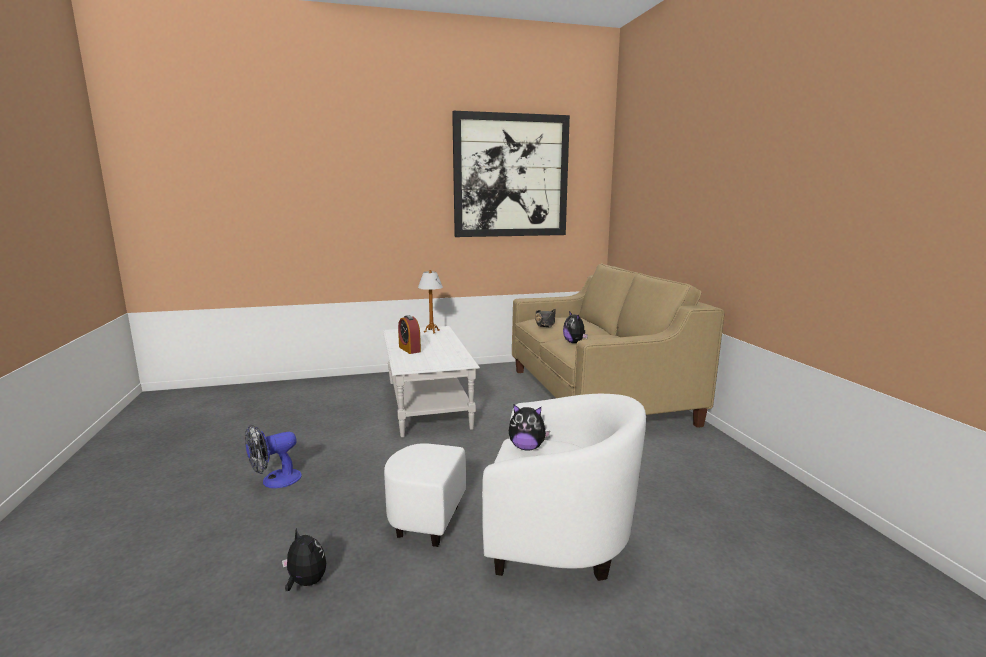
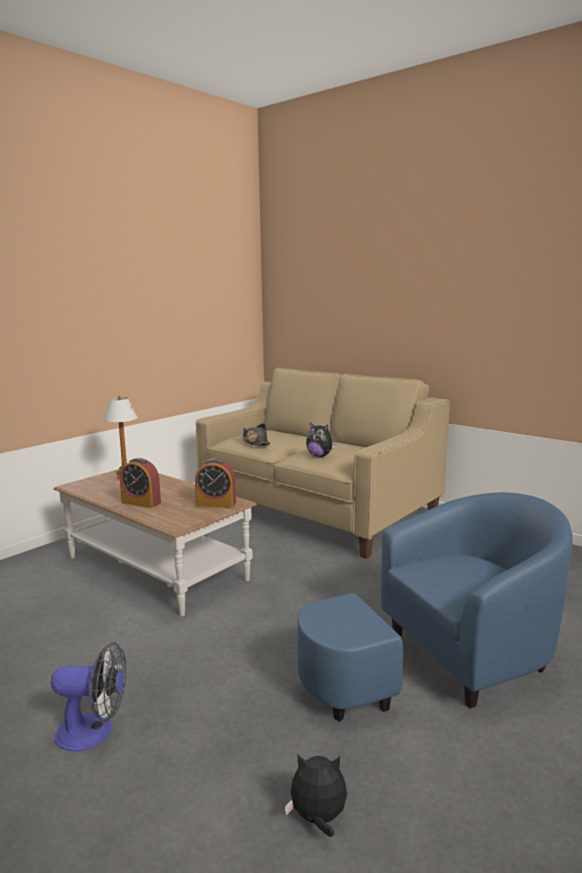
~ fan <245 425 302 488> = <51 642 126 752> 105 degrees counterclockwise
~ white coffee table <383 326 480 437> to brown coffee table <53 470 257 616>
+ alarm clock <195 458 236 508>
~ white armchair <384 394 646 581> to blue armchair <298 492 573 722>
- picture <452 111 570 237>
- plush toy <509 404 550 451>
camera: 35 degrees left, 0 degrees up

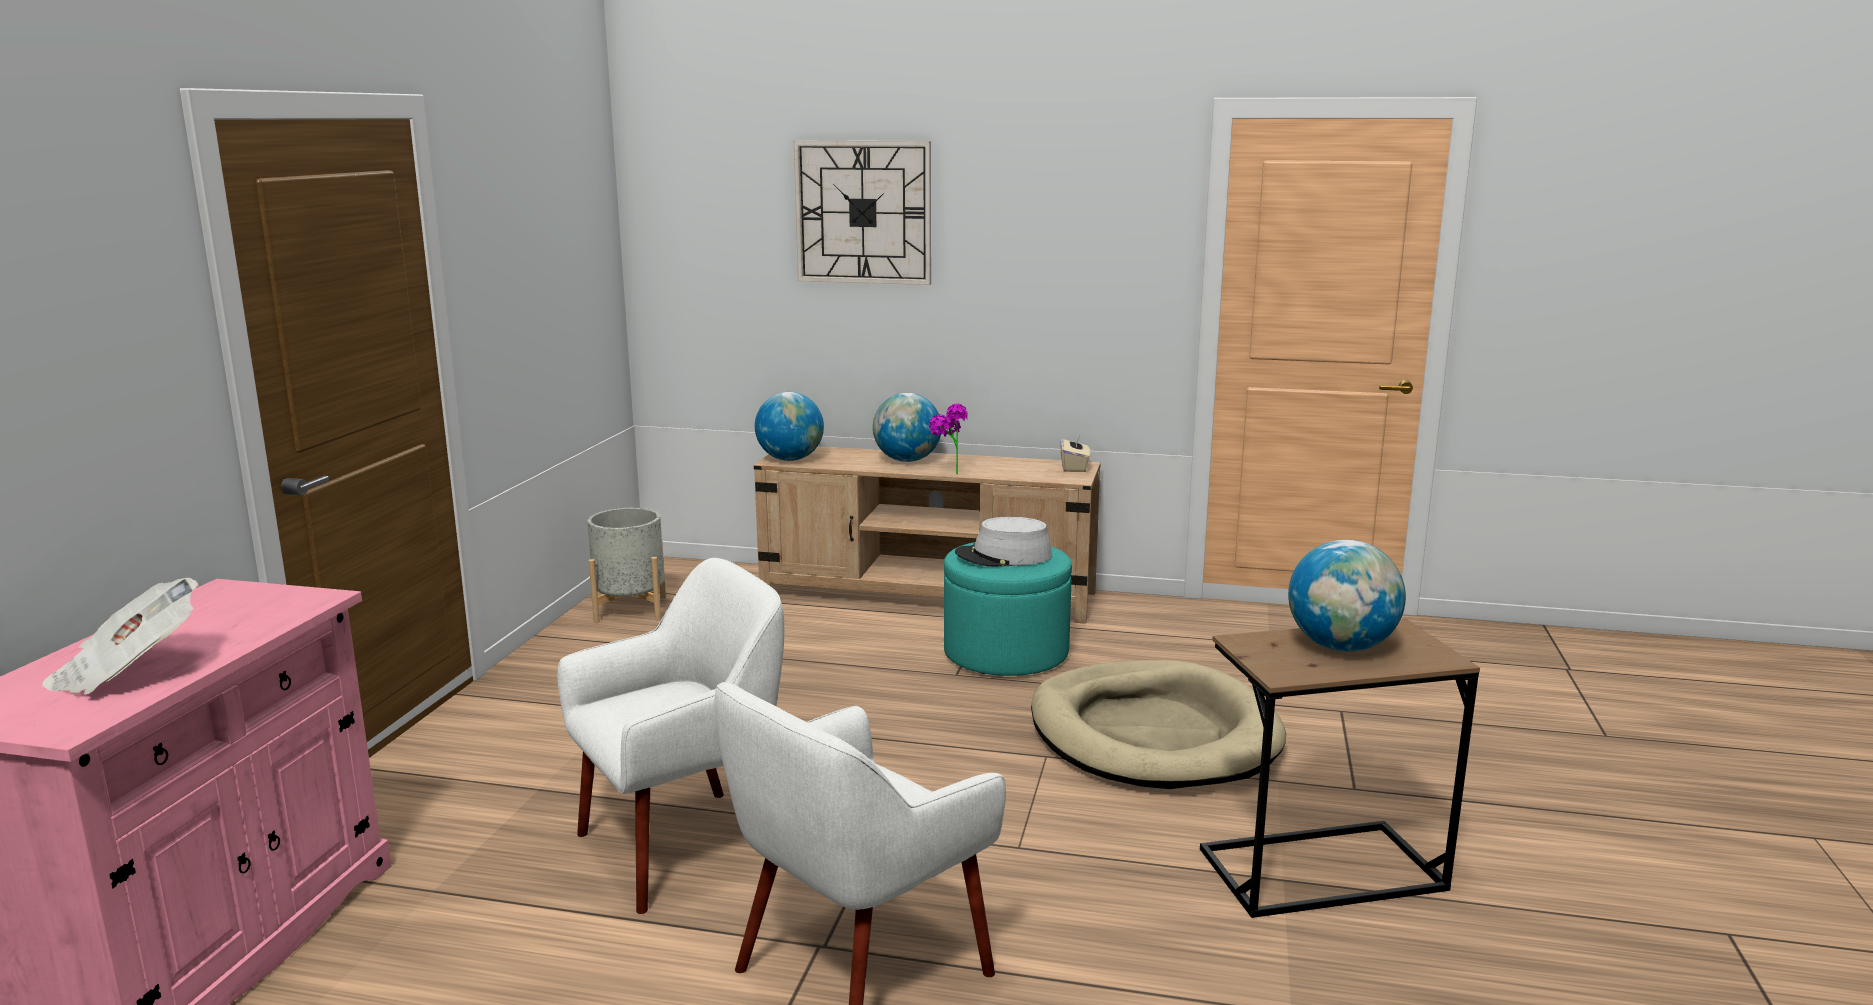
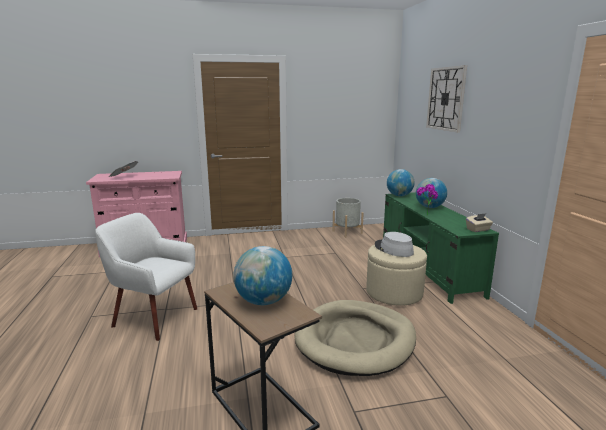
~ turquoise ottoman <944 542 1072 676> to beige ottoman <366 245 427 306>
~ beige tv stand <754 446 1101 624> to green tv stand <383 192 499 304>
- white armchair <557 558 784 914>
camera: 65 degrees right, 0 degrees up

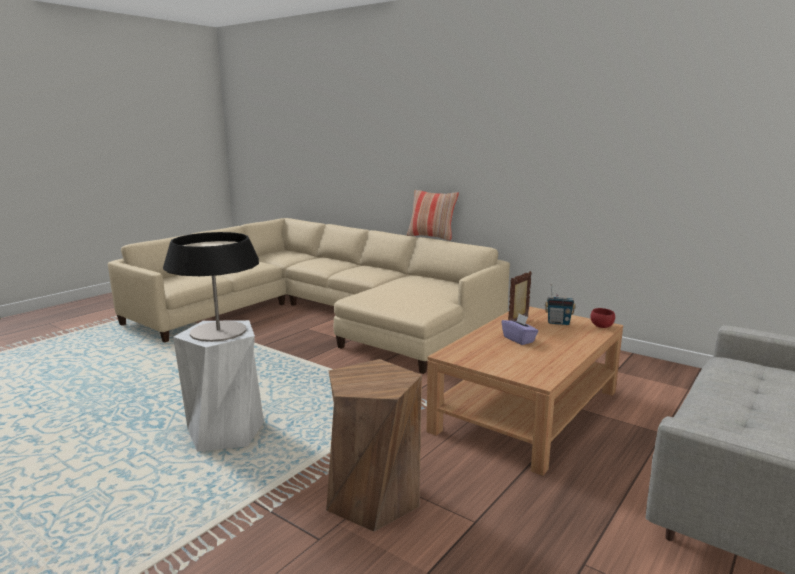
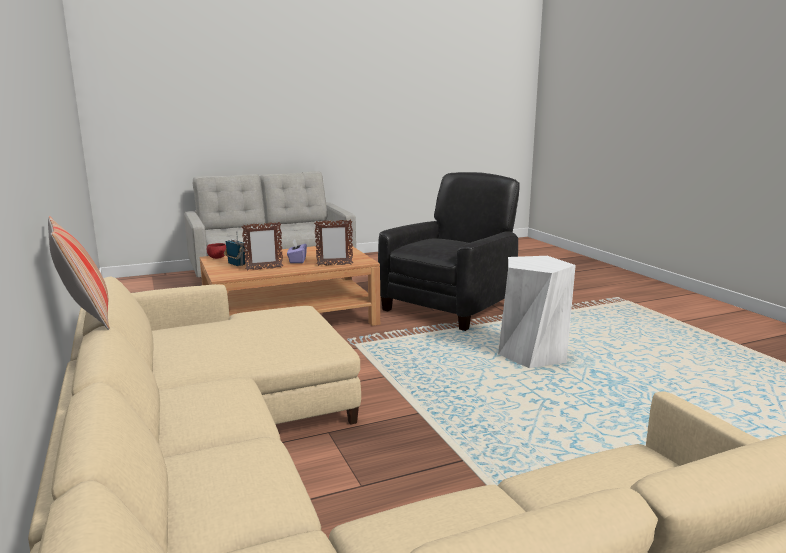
+ picture frame <314 219 353 266>
~ brown stool <326 359 422 532> to black armchair <378 172 520 331>
- table lamp <163 232 259 342>
camera: 150 degrees left, 0 degrees up

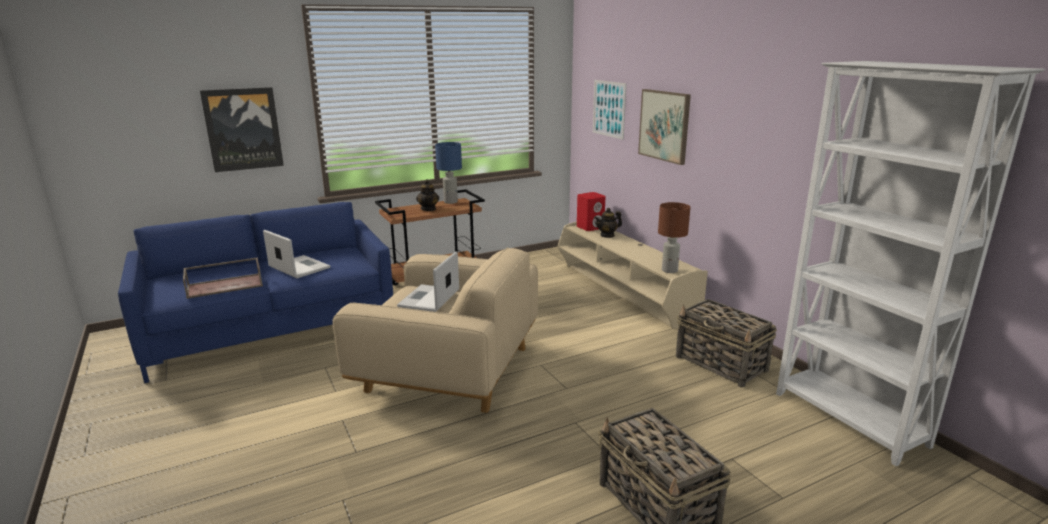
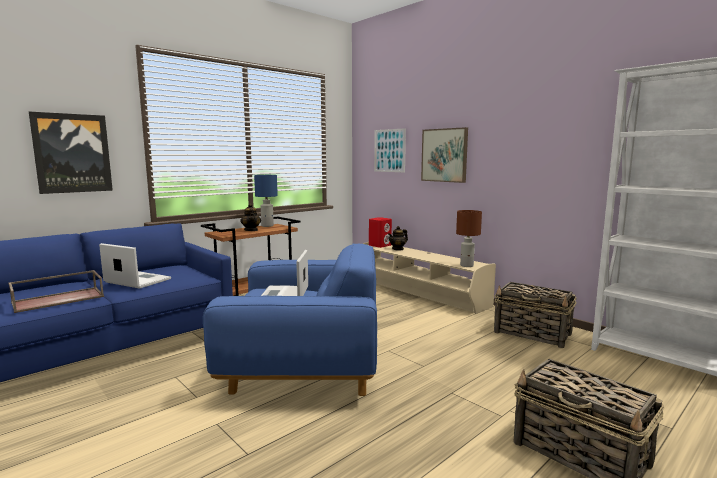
~ beige armchair <332 247 538 413> to blue armchair <203 243 377 396>
camera: 15 degrees left, 10 degrees down

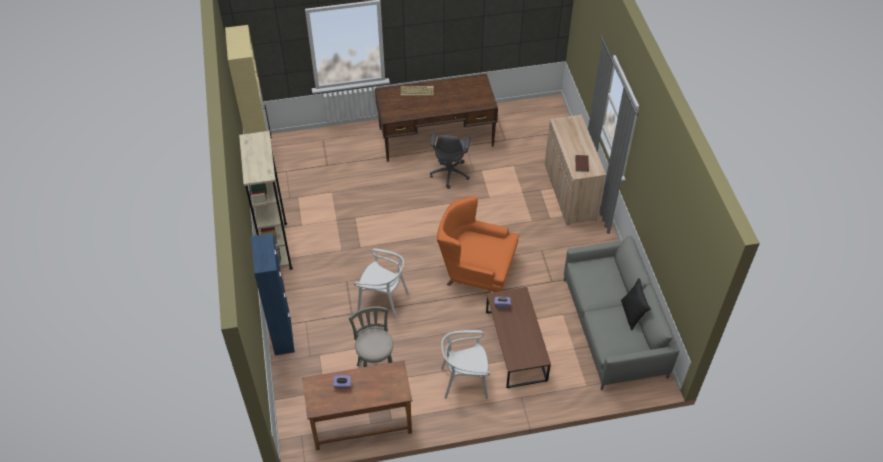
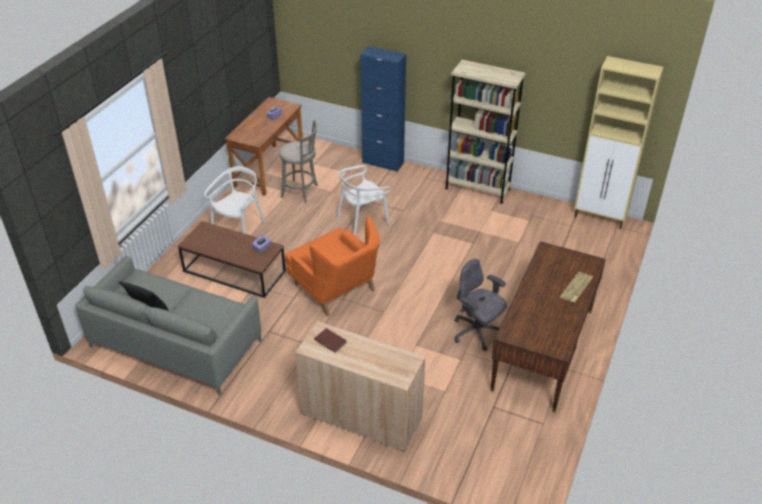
~ orange armchair <436 196 519 292> = <285 217 380 316> 90 degrees clockwise
camera: 125 degrees right, 10 degrees down

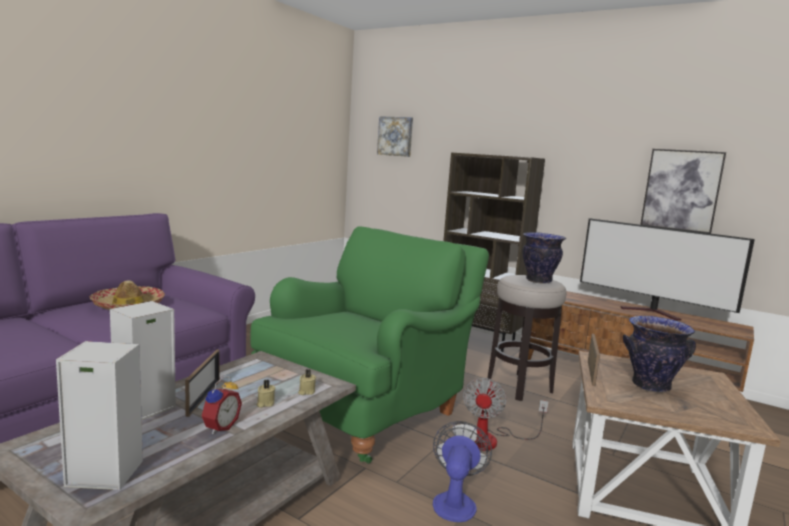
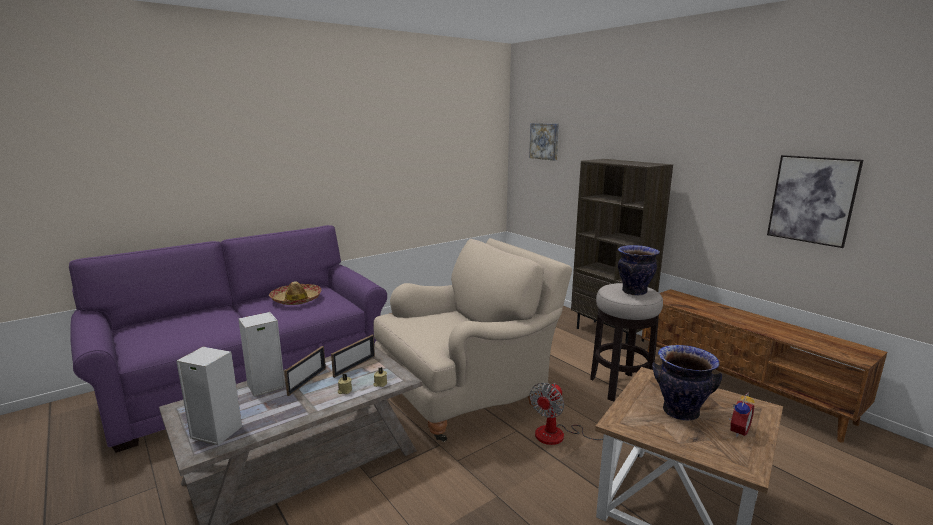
~ picture frame <588 334 600 386> to <331 335 375 378>
~ green armchair <250 226 489 464> to beige armchair <373 238 572 442>
~ alarm clock <202 376 242 434> to <729 392 755 437>
- fan <433 421 492 522>
- television <580 218 755 321>
camera: 20 degrees right, 5 degrees up

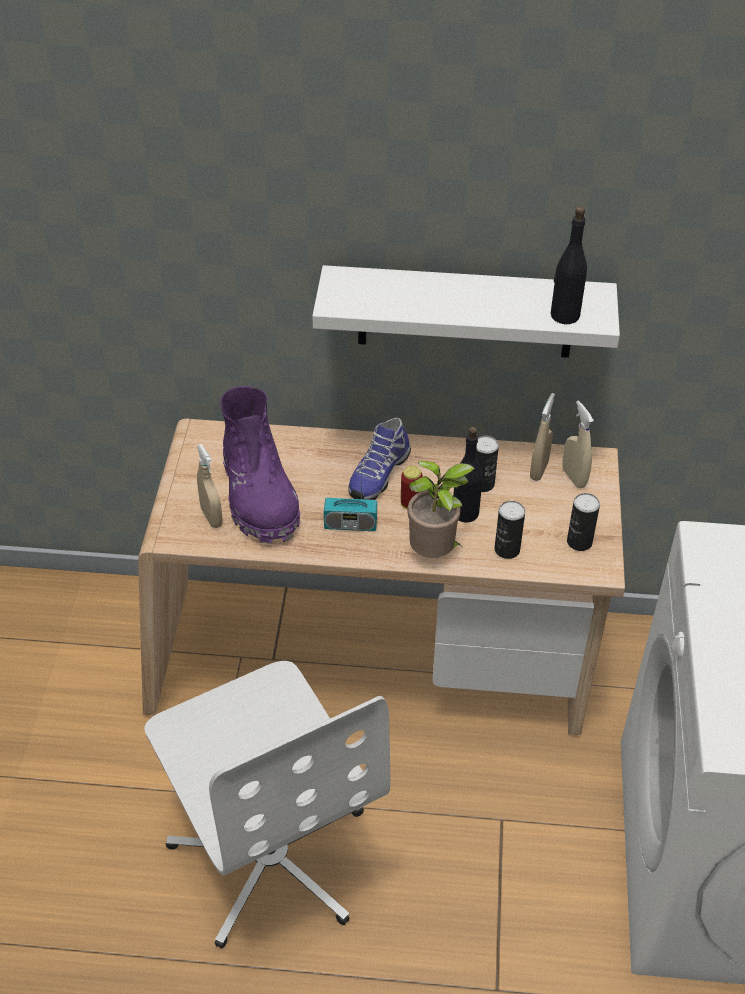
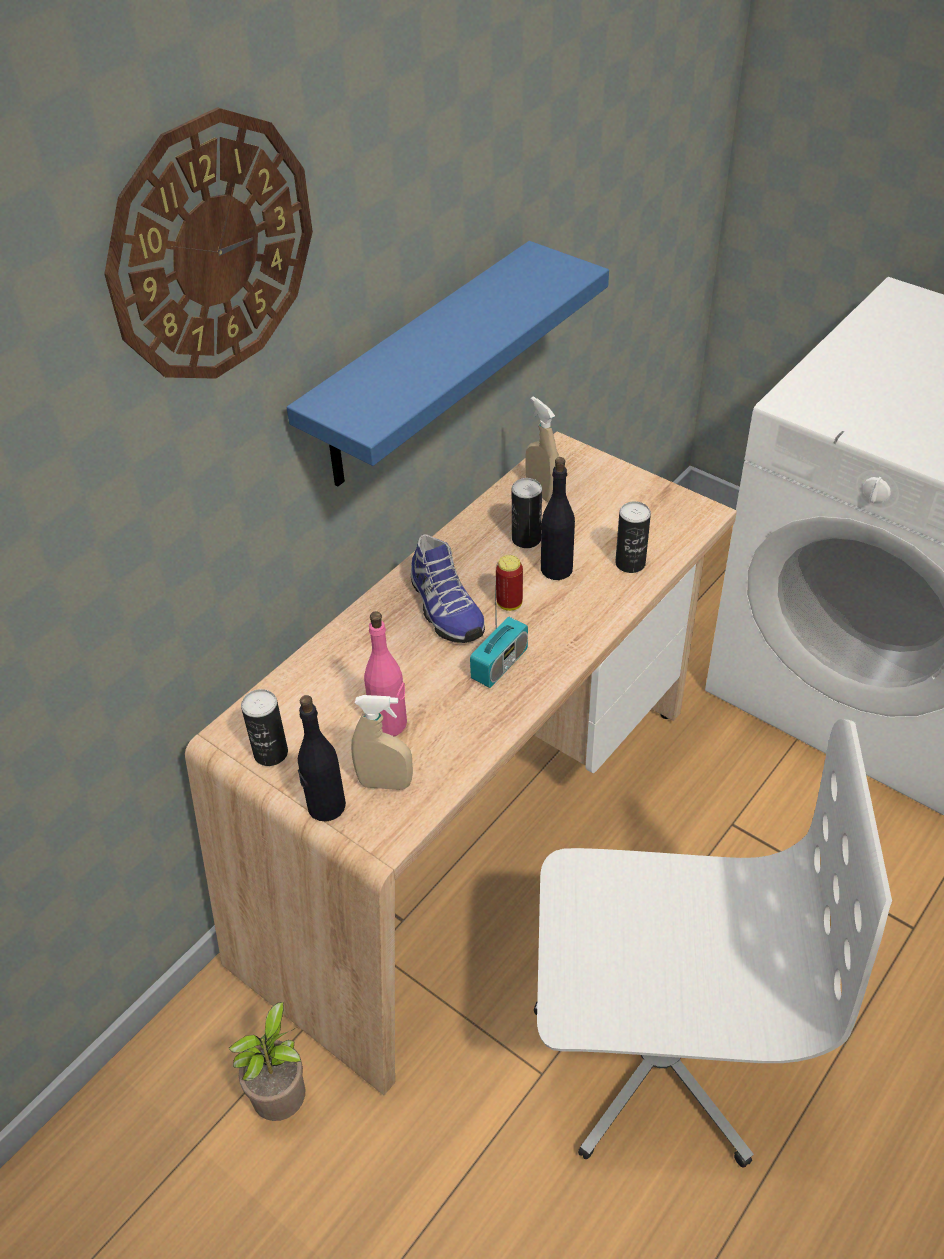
+ wall clock <104 107 313 379>
~ potted plant <407 461 475 558> to <229 1002 305 1121>
~ can <567 493 600 551> to <241 689 288 766>
~ white shelf <312 265 620 358> to blue shelf <287 241 609 487>
~ black bottle <551 207 587 324> to <298 695 346 822>
~ purple boot <220 386 300 544> to pink bottle <364 611 407 736>
- beige spray bottle <563 400 594 488>
camera: 55 degrees left, 0 degrees up

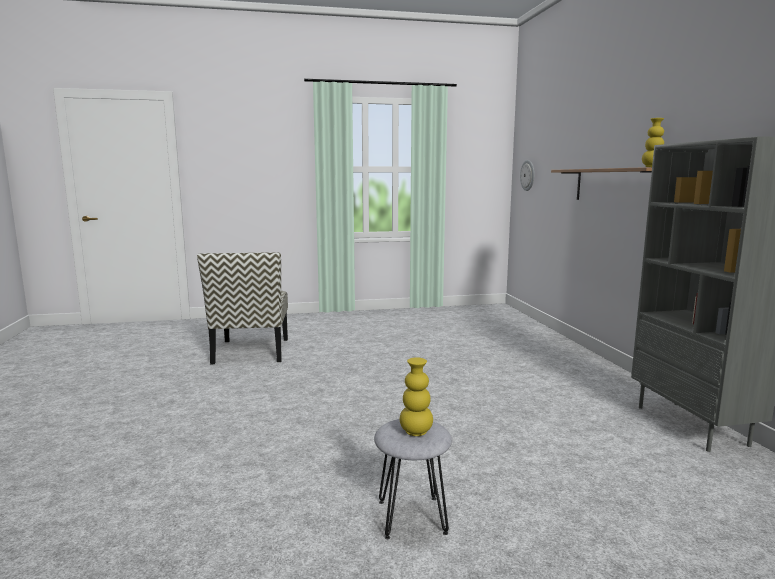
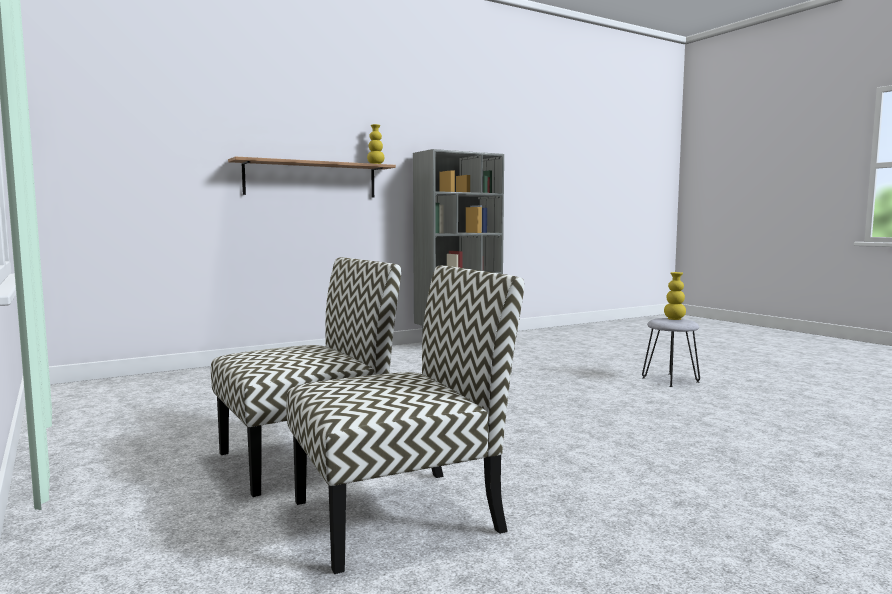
+ chair <211 257 401 497>
- wall clock <520 160 534 191>
camera: 110 degrees left, 5 degrees down

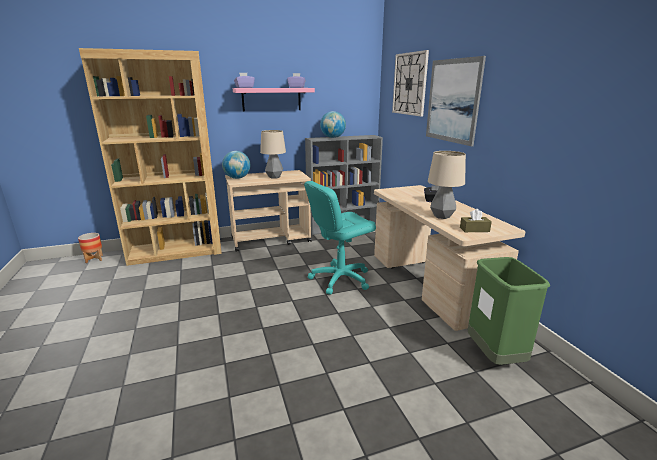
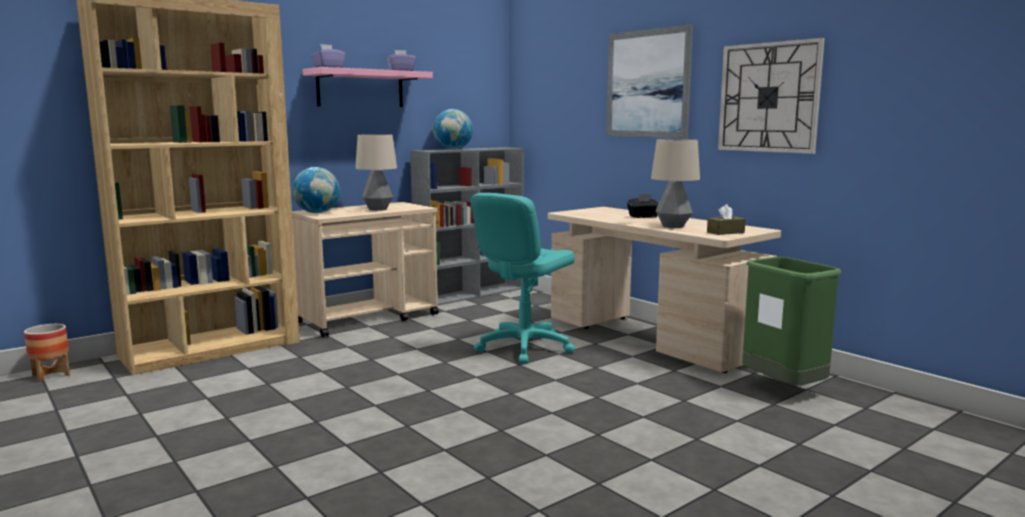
~ wall clock <392 50 429 116> to <718 38 825 154>
camera: 20 degrees left, 10 degrees down

